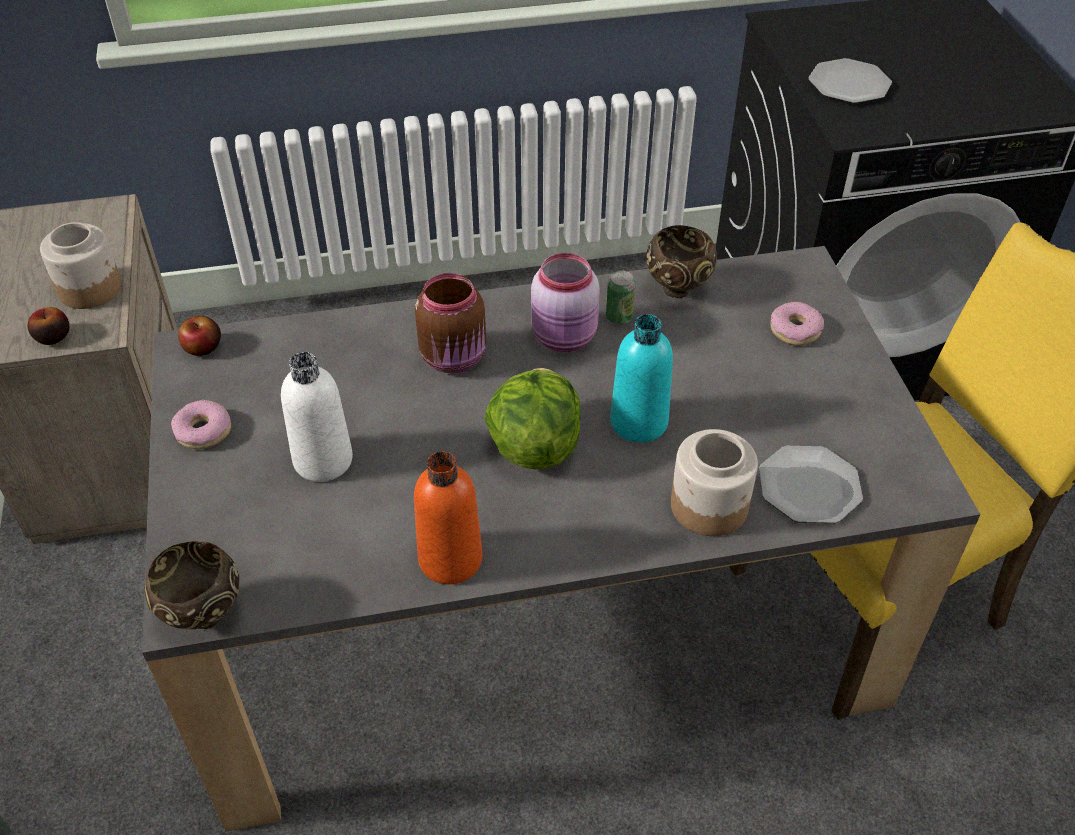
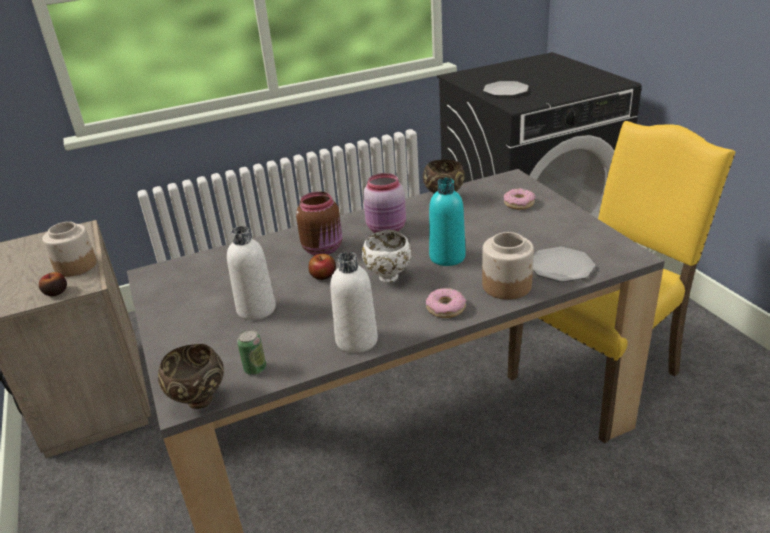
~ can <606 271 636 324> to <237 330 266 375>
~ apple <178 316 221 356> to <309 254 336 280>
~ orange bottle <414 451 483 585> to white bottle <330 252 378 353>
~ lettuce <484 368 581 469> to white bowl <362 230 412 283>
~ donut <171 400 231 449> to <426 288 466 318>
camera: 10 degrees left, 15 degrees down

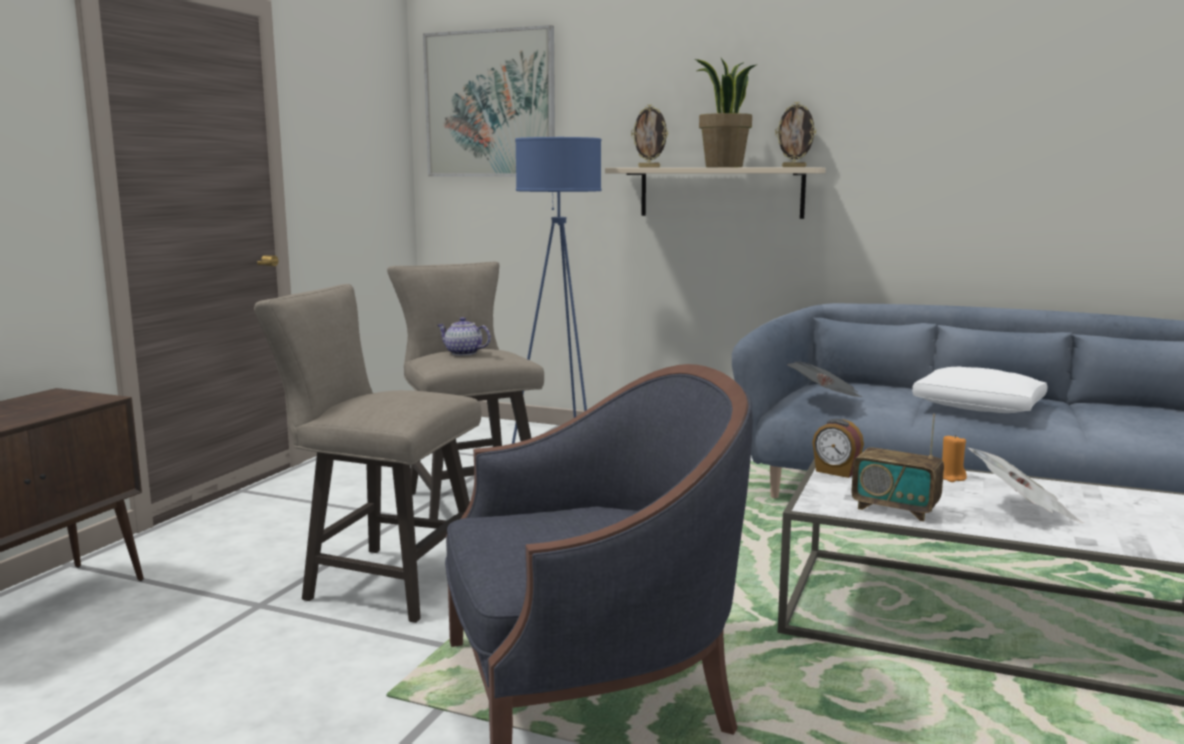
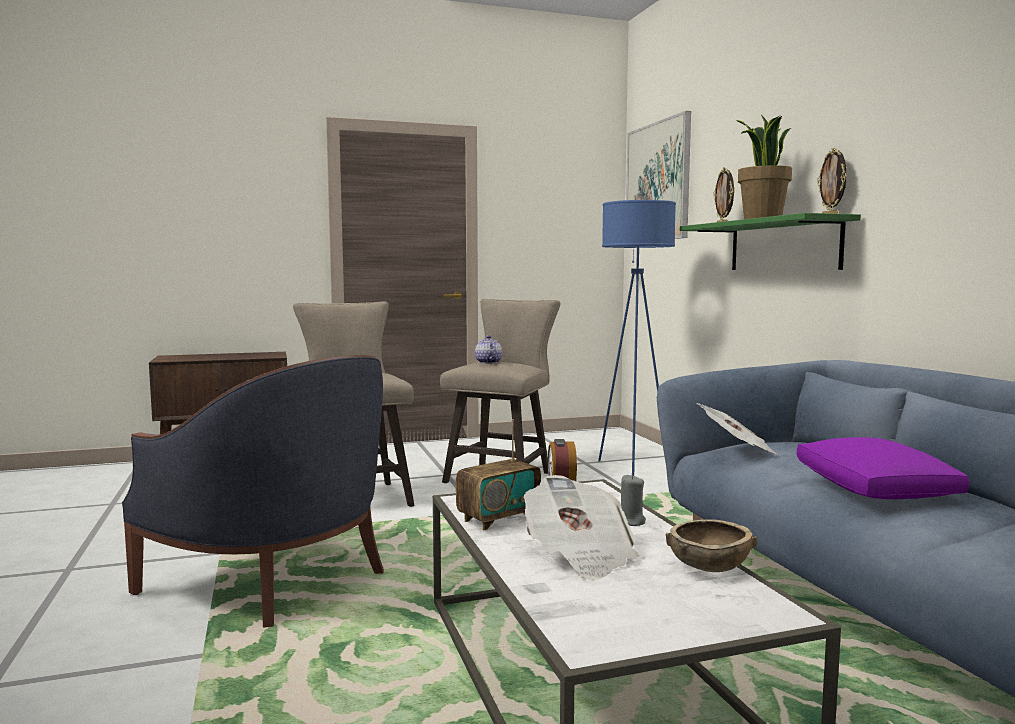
~ radio <851 414 944 521> = <456 419 541 531> 120 degrees counterclockwise
~ orange candle <942 434 967 482> to grey candle <621 474 646 526>
+ brown bowl <666 519 758 572>
~ beige shelf <605 167 826 219> to green shelf <680 213 861 270>
~ white pillow <912 367 1048 413> to purple pillow <797 437 969 499>
camera: 50 degrees right, 5 degrees down

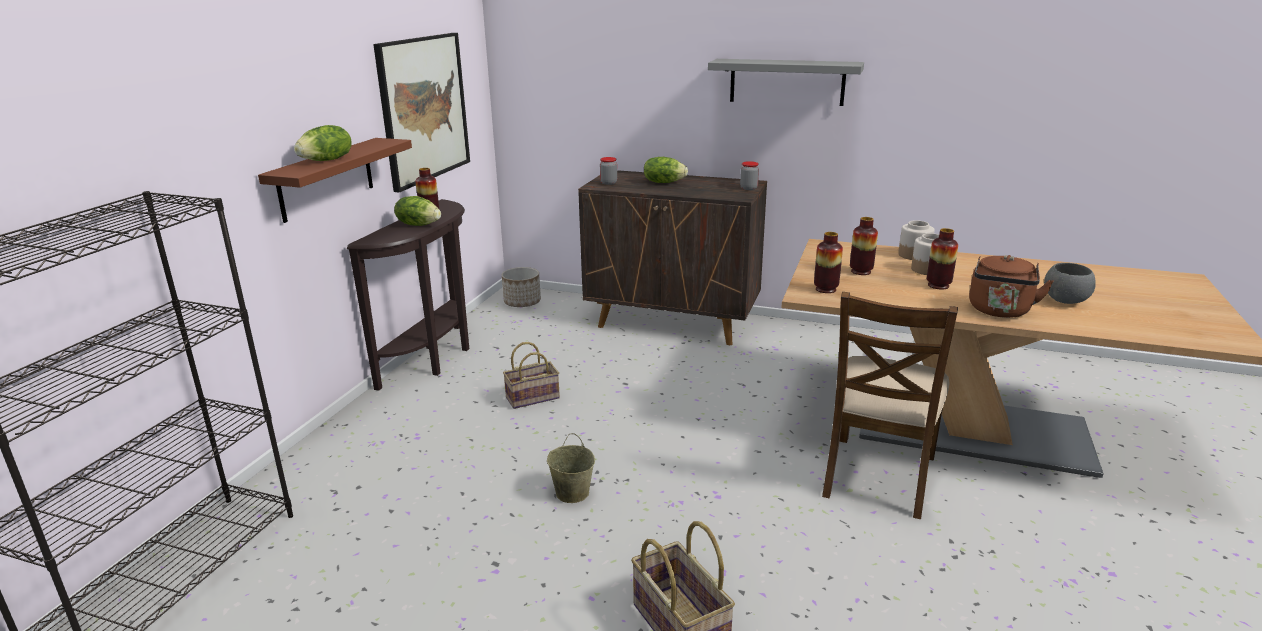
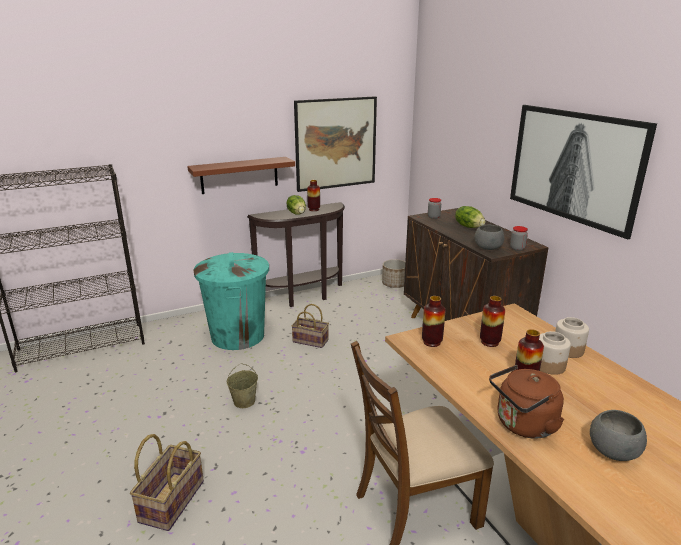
+ turquoise trash can <194 252 269 350>
+ grey bowl <475 225 504 250>
~ grey shelf <708 59 864 106> to picture <510 105 657 239>
- lettuce <294 125 352 161>
camera: 45 degrees right, 0 degrees up

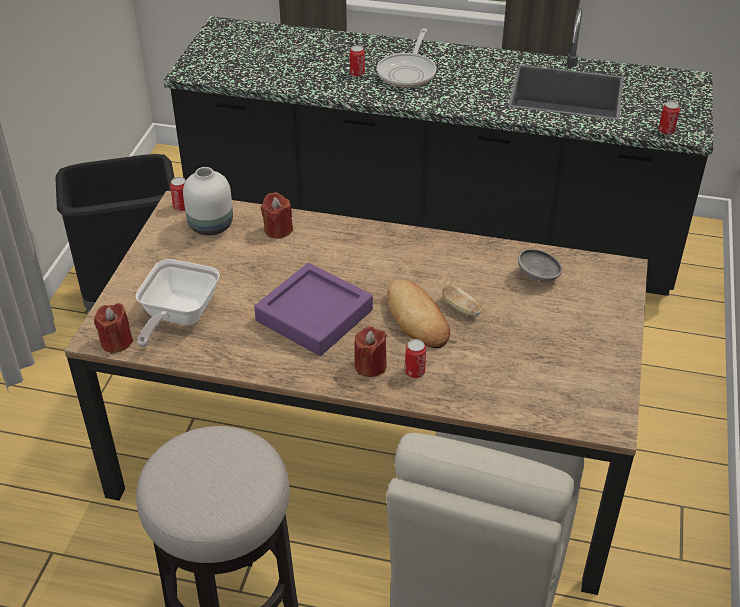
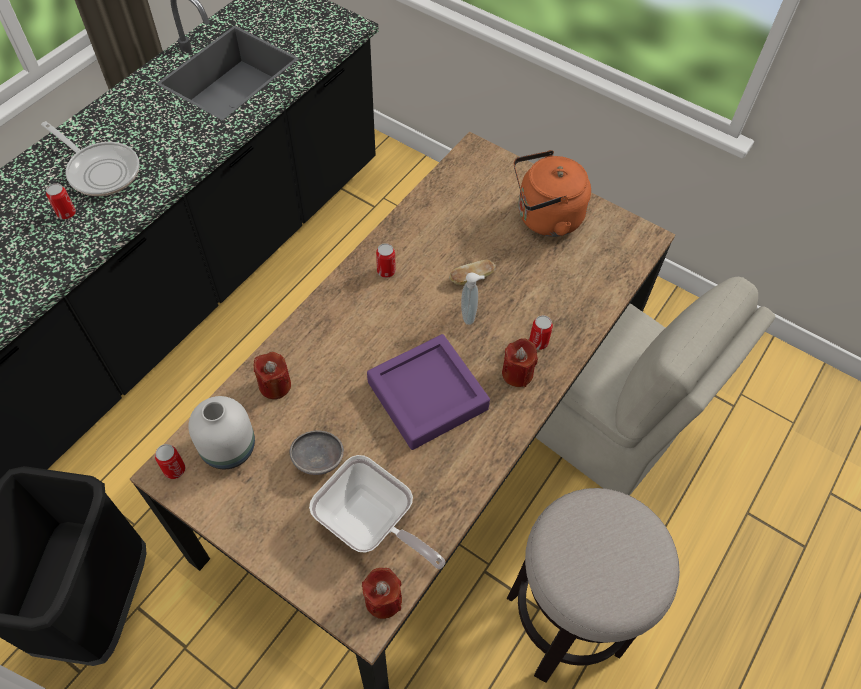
~ grey bowl <518 249 562 281> to <290 431 344 475>
~ can <658 101 680 135> to <376 243 396 278>
~ bread <387 279 450 348> to soap dispenser <461 272 485 325>
+ orange kettle <514 150 591 237>
camera: 70 degrees left, 15 degrees up

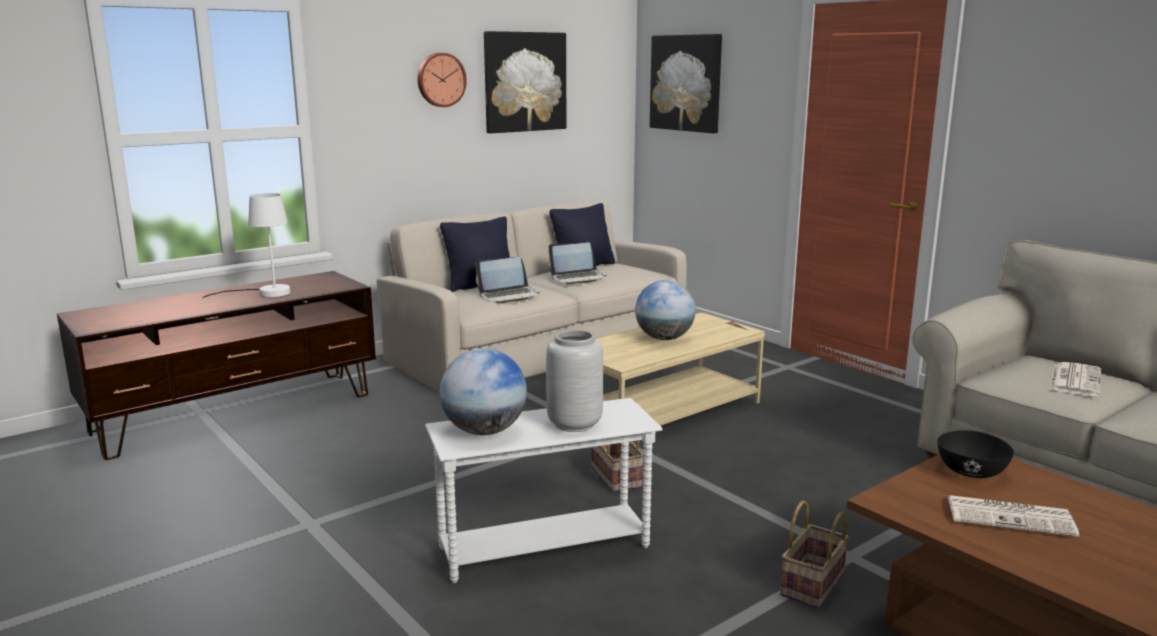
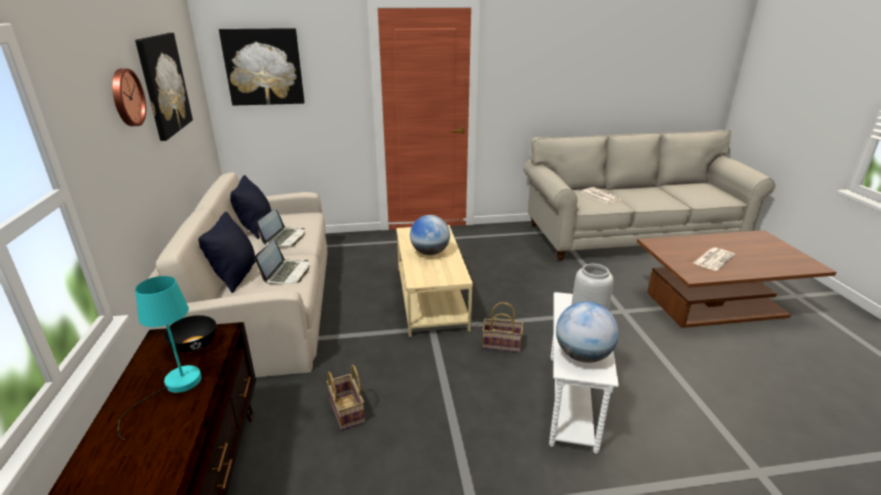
~ white table lamp <202 193 290 298> to turquoise table lamp <118 276 202 440>
~ black bowl <937 430 1014 478> to <164 315 216 352>
~ basket <780 501 849 609> to <327 365 365 430>
camera: 60 degrees left, 10 degrees up

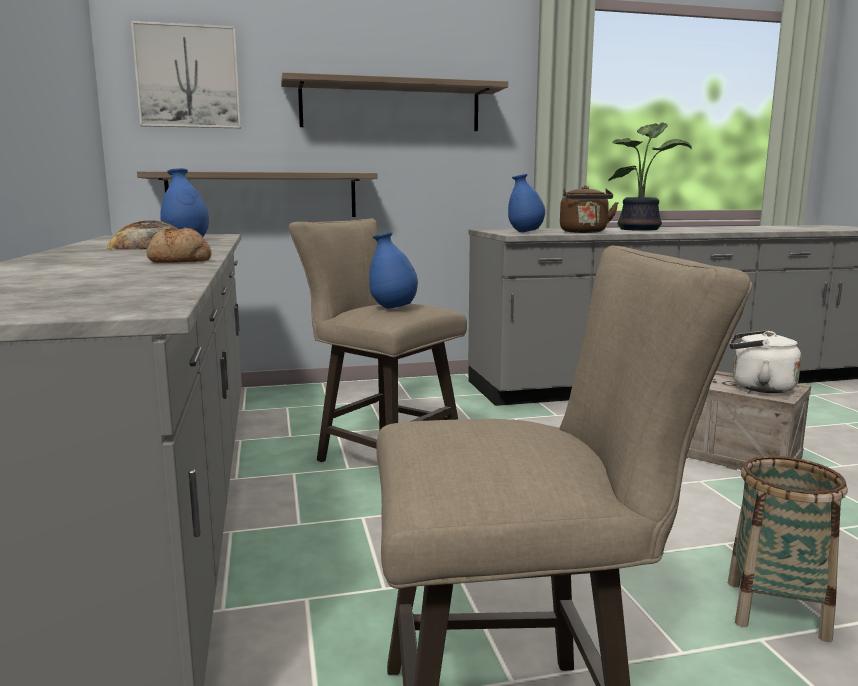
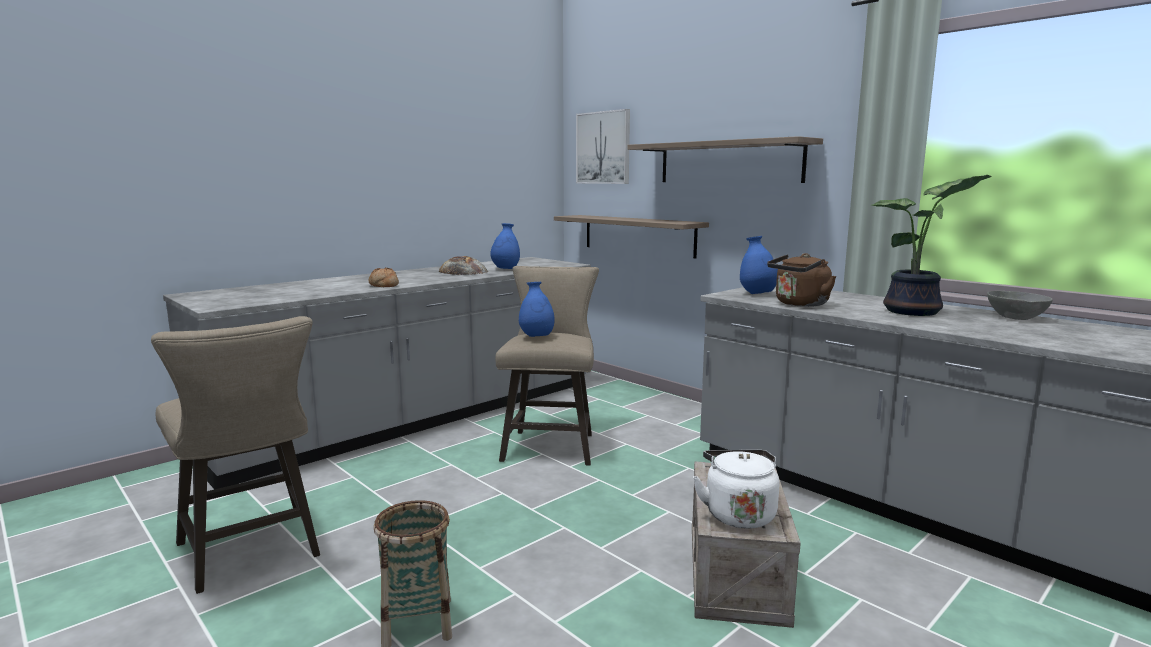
+ grey bowl <987 291 1053 320>
camera: 60 degrees right, 0 degrees up

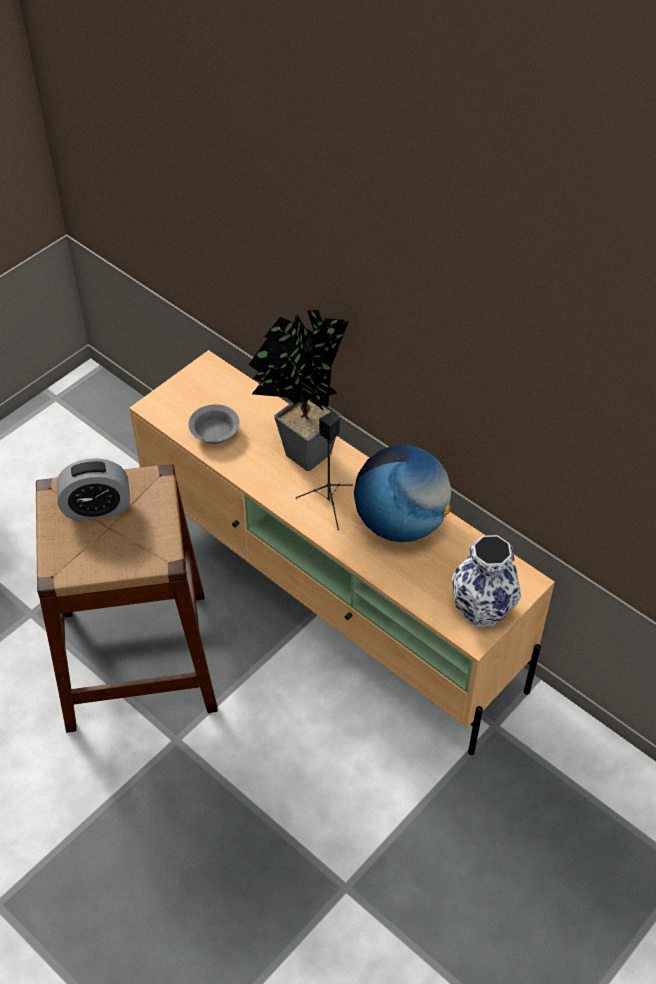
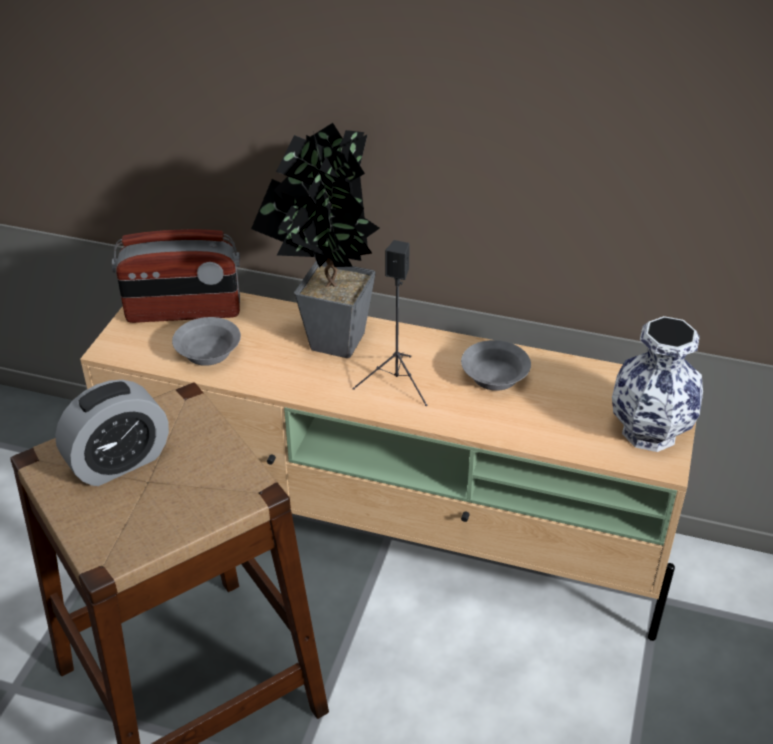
+ radio <112 229 240 323>
~ globe <354 445 451 542> to grey bowl <461 340 531 391>
camera: 25 degrees left, 10 degrees down

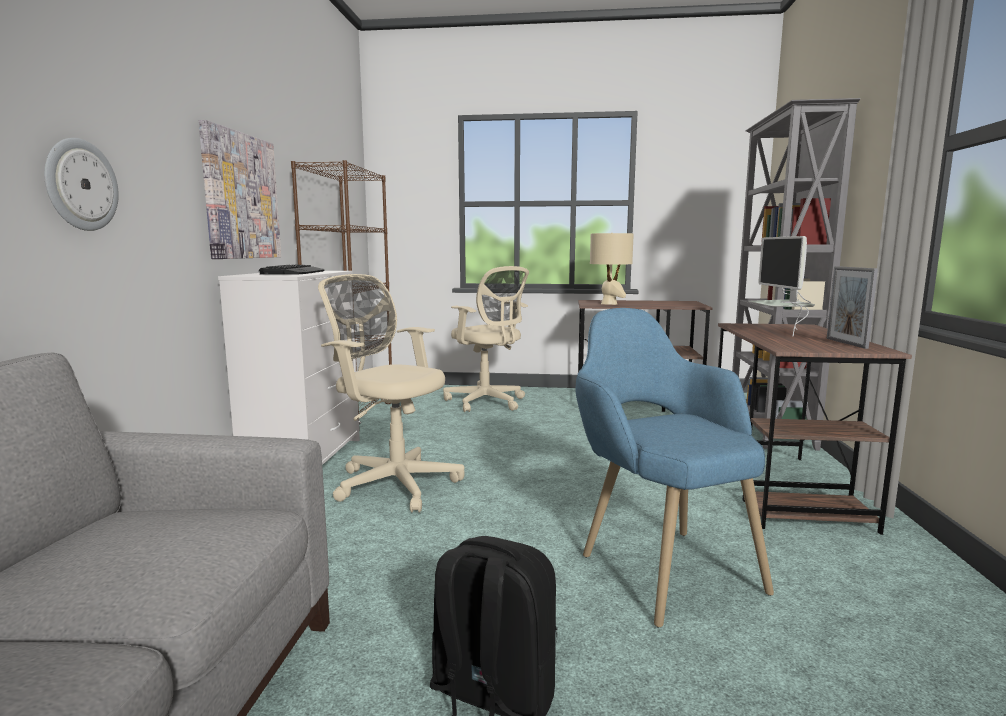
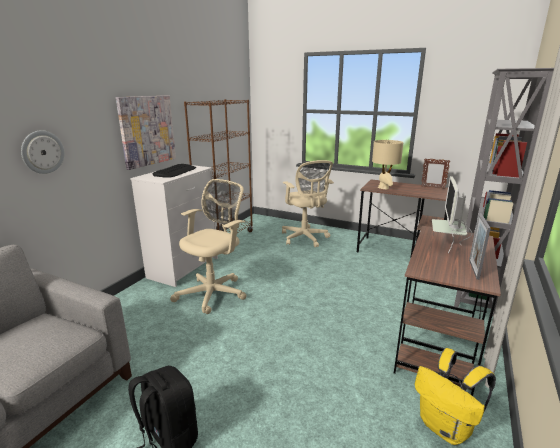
~ beige office chair <318 274 465 512> = <170 179 246 314> 75 degrees clockwise
+ yellow backpack <415 348 496 445>
+ picture frame <421 158 450 189>
- blue armchair <576 308 774 628>
camera: 20 degrees right, 10 degrees up

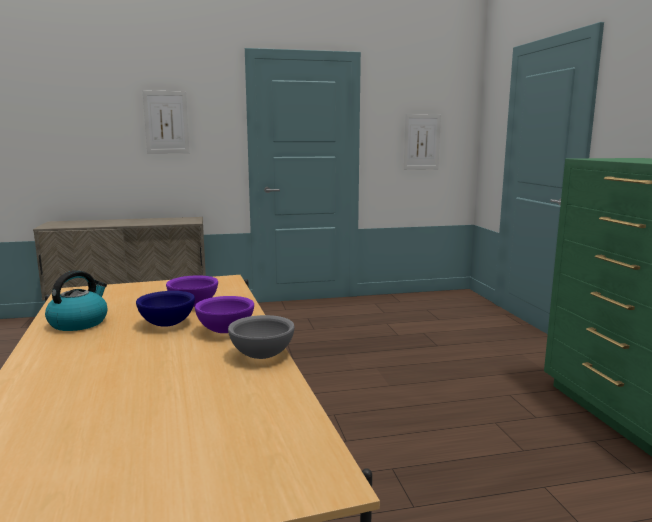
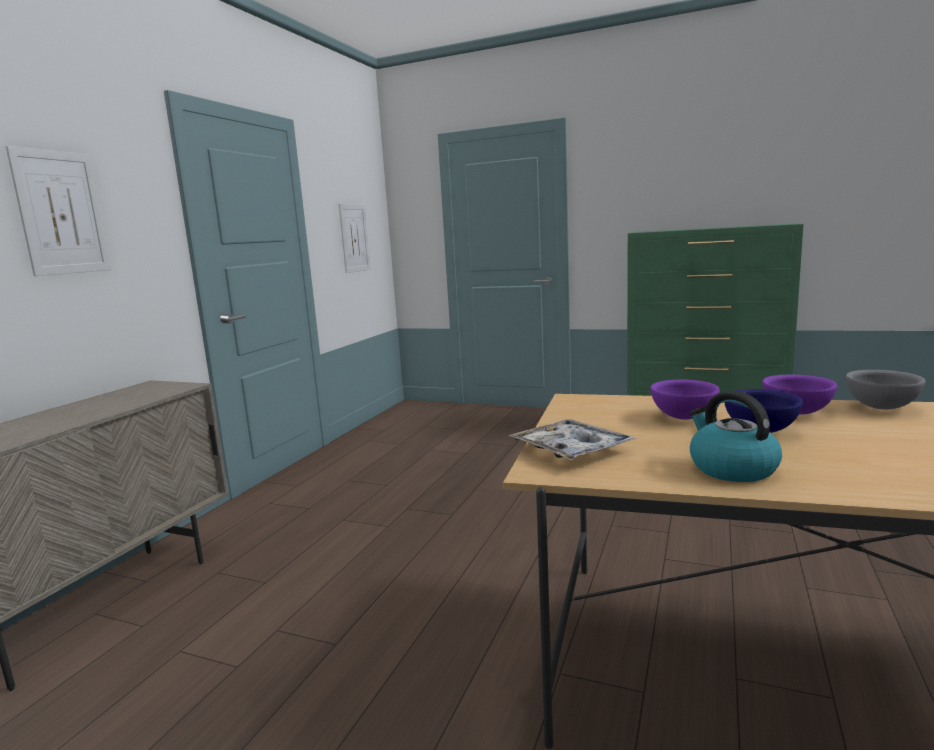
+ tray <508 419 636 460>
camera: 55 degrees left, 0 degrees up

